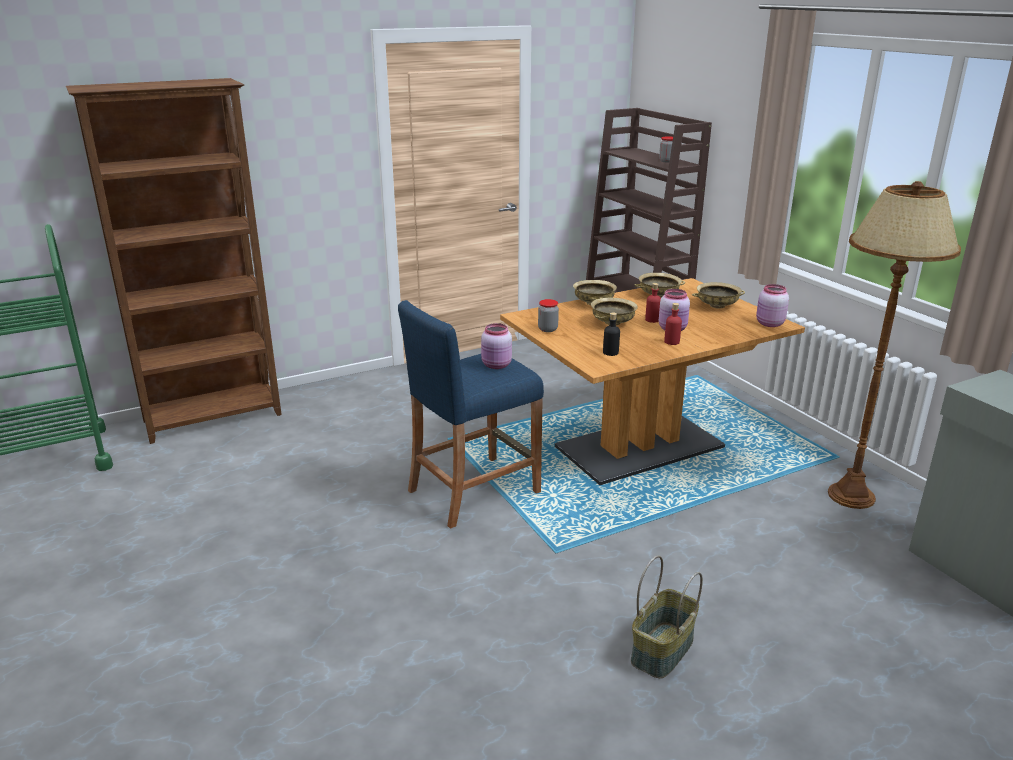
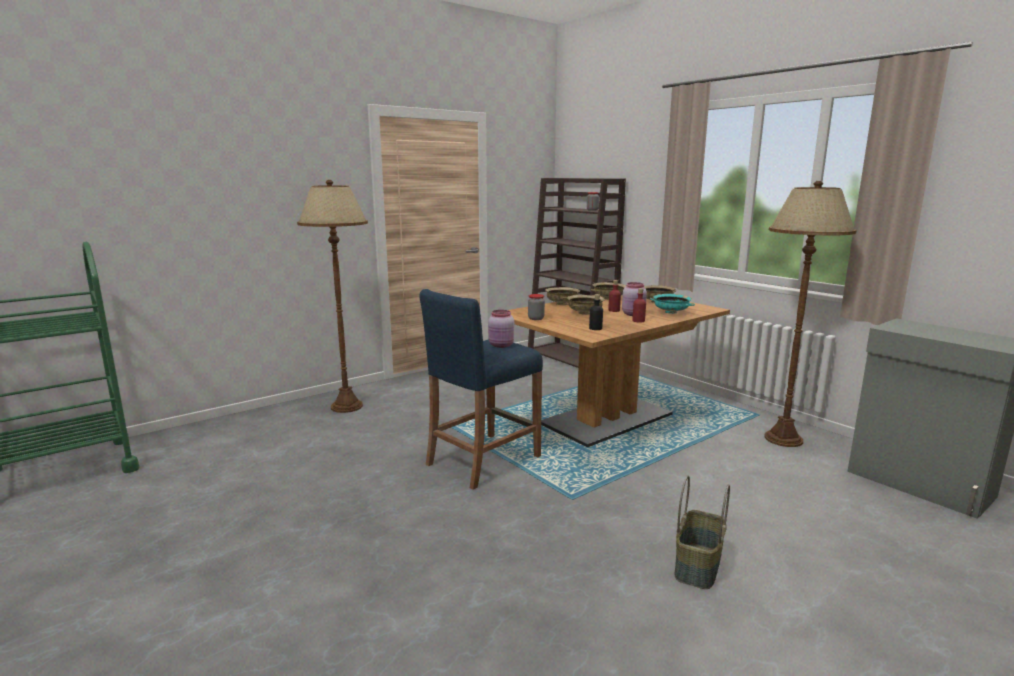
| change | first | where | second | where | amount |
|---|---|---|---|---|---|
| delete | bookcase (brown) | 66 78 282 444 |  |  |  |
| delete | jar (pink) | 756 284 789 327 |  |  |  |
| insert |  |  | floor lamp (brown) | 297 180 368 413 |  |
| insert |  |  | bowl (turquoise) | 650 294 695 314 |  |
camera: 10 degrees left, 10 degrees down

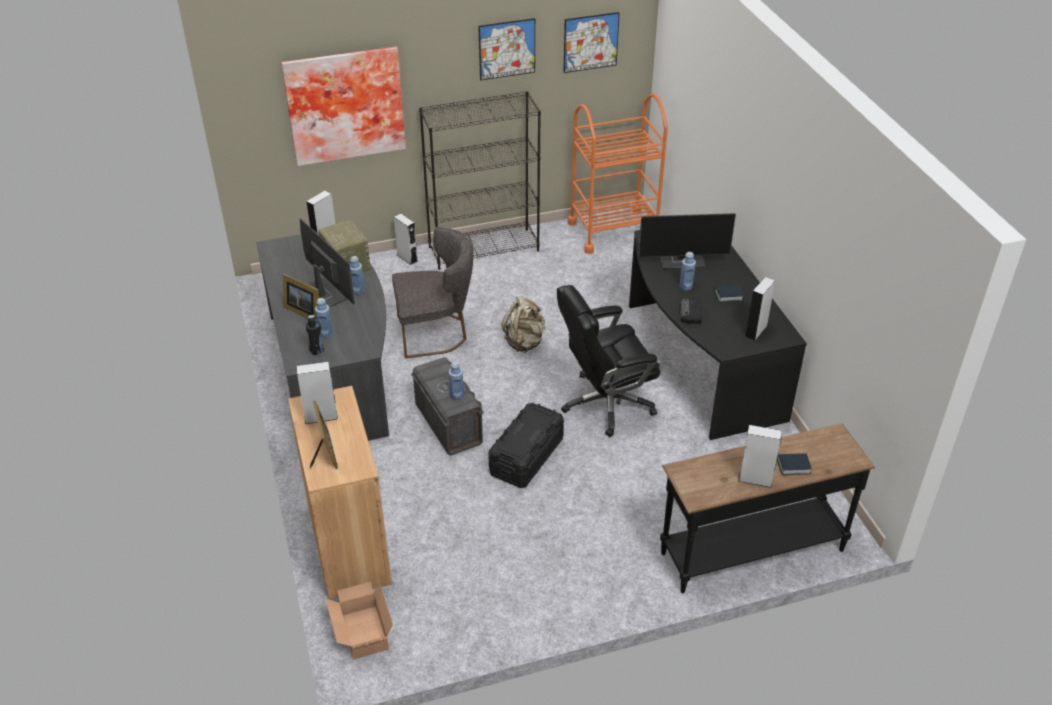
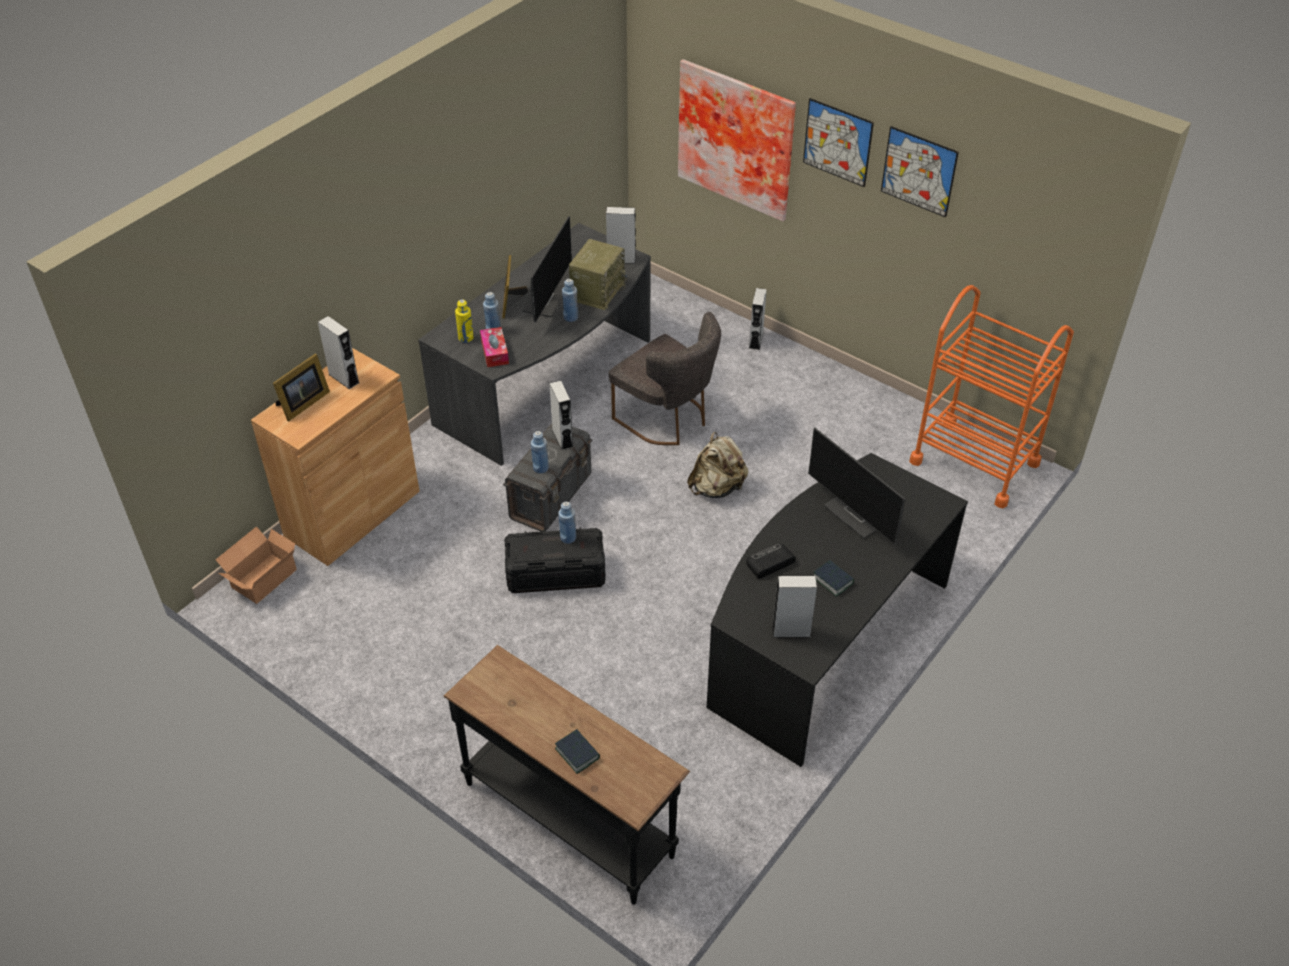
| change | first | where | second | where | amount |
|---|---|---|---|---|---|
| move | picture | 563 12 620 73 |  | 803 98 874 187 |  |
| delete | bookcase (black) | 419 91 541 270 |  |  |  |
| move | bottle (blue) | 680 252 696 290 |  | 558 502 576 544 |  |
| delete | office chair (black) | 557 285 660 437 |  |  |  |
| recolor | bottle (black) | 306 315 324 355 | bottle (yellow) | 455 299 474 343 |  |
| move | speaker (grey) | 738 425 782 488 |  | 549 381 573 450 |  |
| insert |  |  | tissue box | 480 327 509 367 |  |
camera: 55 degrees right, 5 degrees up

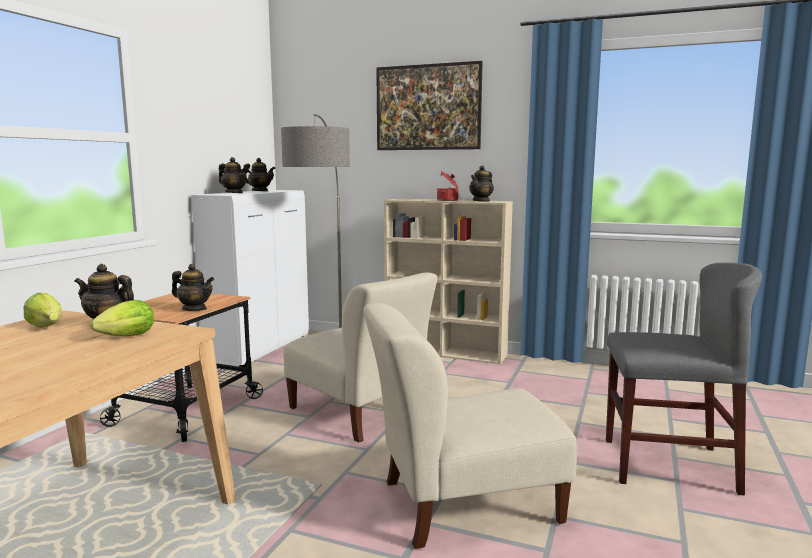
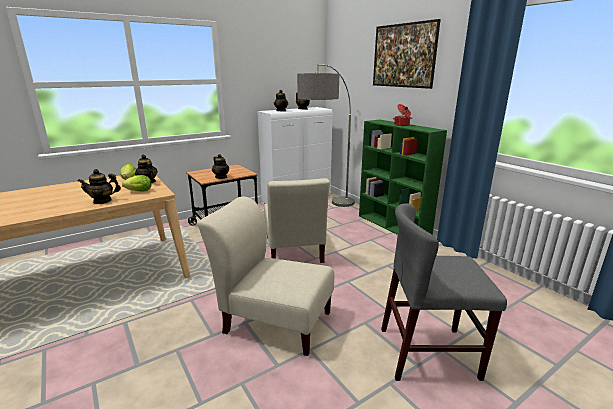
| change | first | where | second | where | amount |
|---|---|---|---|---|---|
| move | teapot | 469 165 494 202 |  | 78 169 121 204 |  |
| recolor | bookcase (beige) | 384 199 513 364 | bookcase (green) | 359 120 447 235 |  |
| rotate | chair (grey) | 606 262 762 495 |  | 381 204 507 381 | 135 degrees clockwise |
camera: 35 degrees right, 10 degrees up

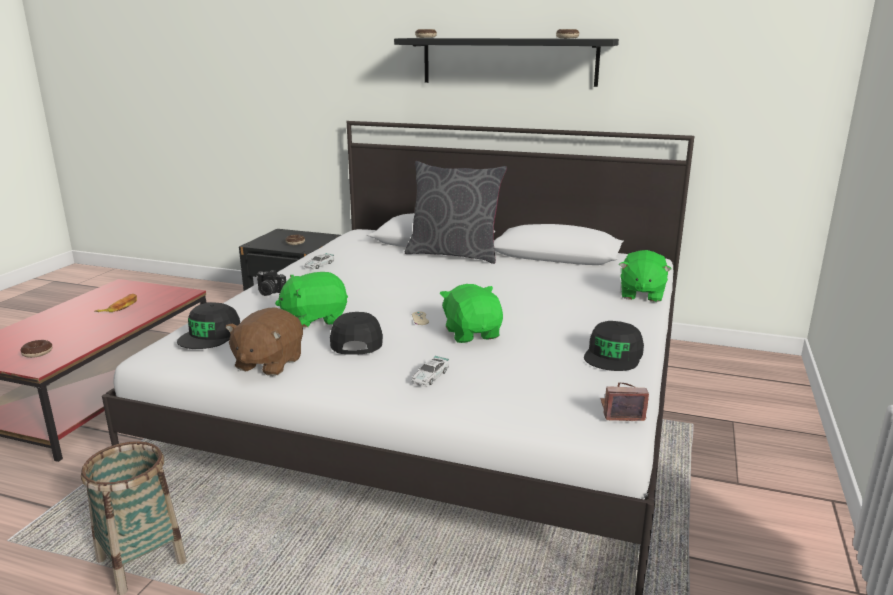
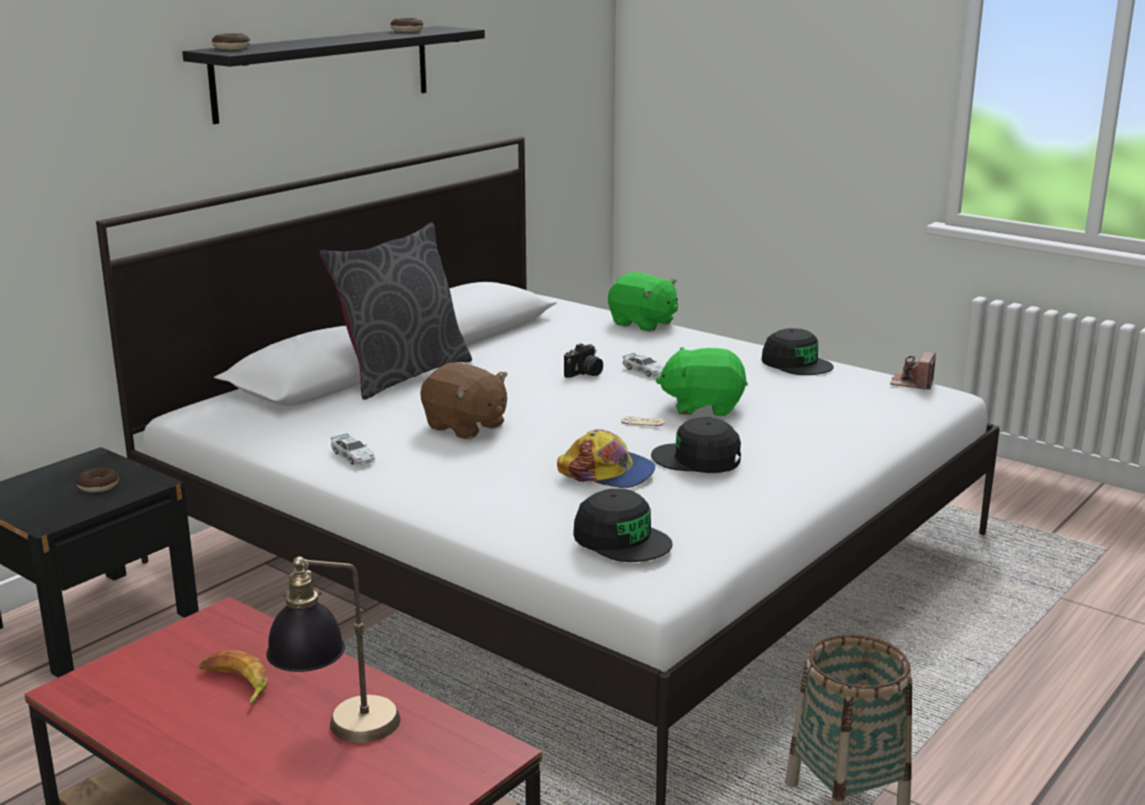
| change | first | where | second | where | amount |
|---|---|---|---|---|---|
| move | photo camera | 256 270 286 296 |  | 564 343 603 378 |  |
| replace | plush toy (green) | 275 272 348 328 | cap | 557 430 655 488 |  |
| move | plush toy (brown) | 225 307 303 376 |  | 420 363 508 439 |  |
| delete | donut | 20 340 52 358 |  |  |  |
| move | toy car | 411 356 449 387 |  | 622 353 664 377 |  |
| insert |  |  | table lamp | 266 556 400 743 |  |
camera: 70 degrees left, 0 degrees up

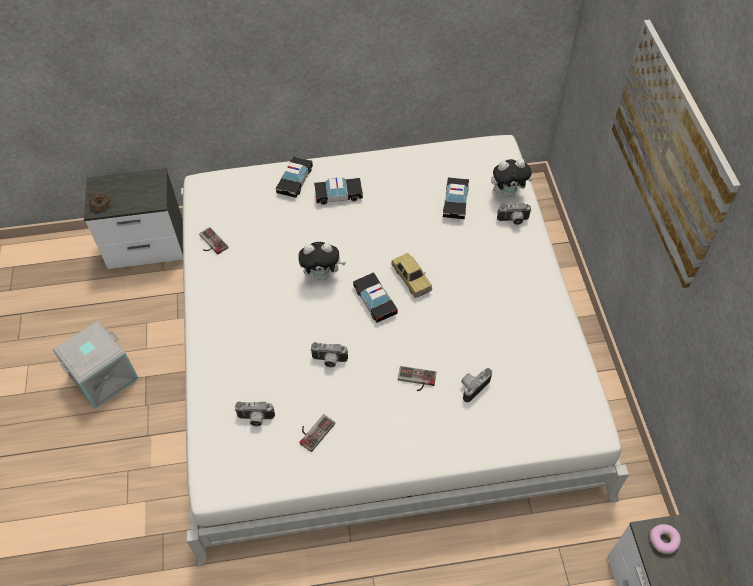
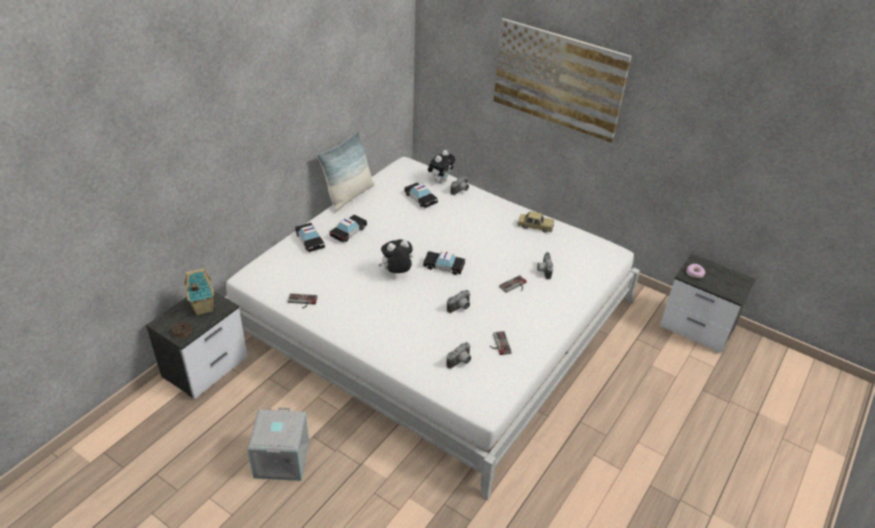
| change | first | where | second | where | amount |
|---|---|---|---|---|---|
| rotate | plush toy | 298 242 346 280 |  | 378 239 413 273 | 150 degrees counterclockwise |
| move | toy car | 391 253 432 298 |  | 517 211 554 233 |  |
| insert |  |  | pillow | 317 131 375 212 |  |
| insert |  |  | toy house | 184 268 214 315 |  |
camera: 50 degrees left, 15 degrees down

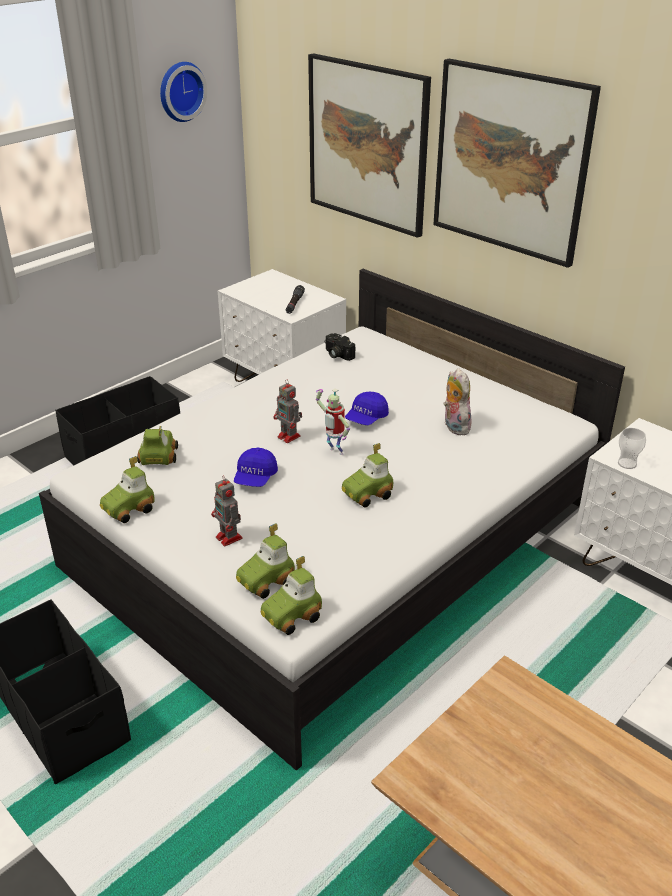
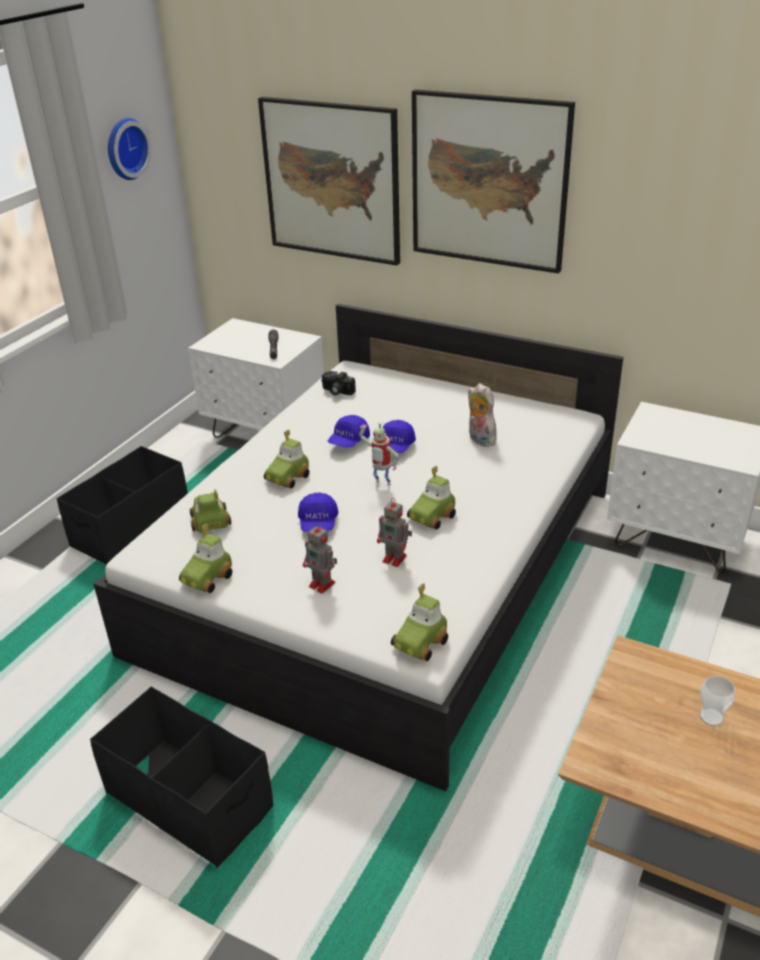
| change | first | where | second | where | amount |
|---|---|---|---|---|---|
| move | toy robot | 274 379 302 443 |  | 377 498 412 567 |  |
| move | cup | 618 428 646 469 |  | 700 676 735 726 |  |
| move | toy car | 236 523 295 599 |  | 264 429 310 488 |  |
| insert |  |  | cap (blue) | 328 415 370 448 |  |
camera: 15 degrees left, 0 degrees up

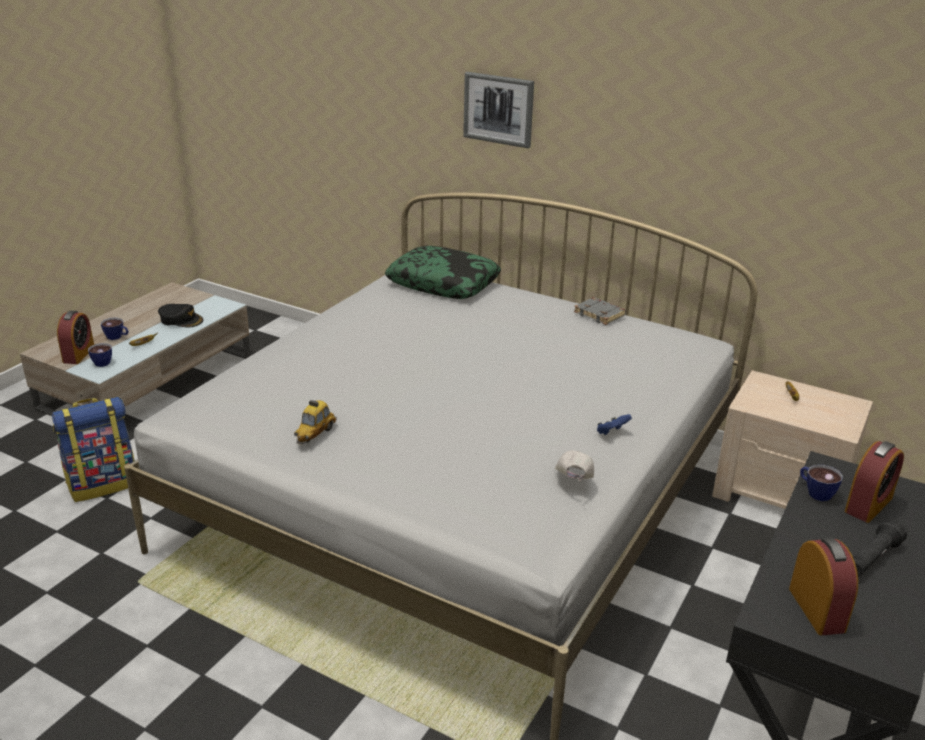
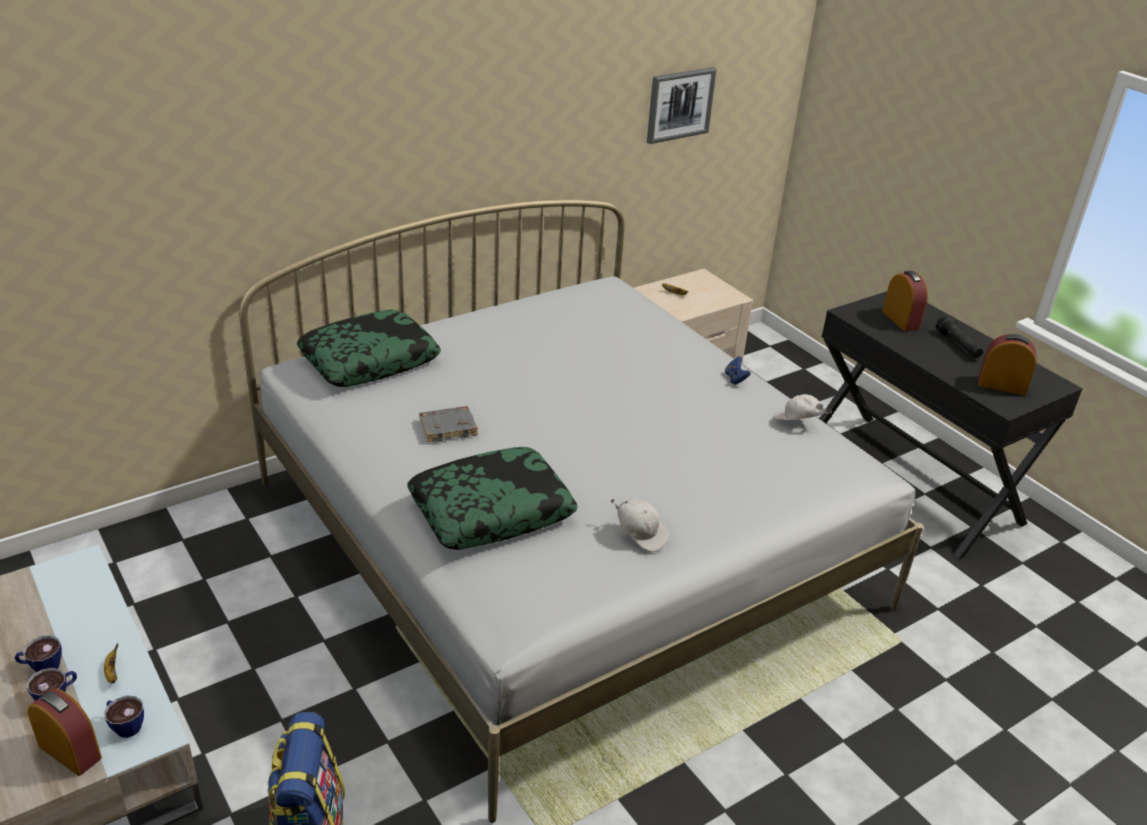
| change | first | where | second | where | amount |
|---|---|---|---|---|---|
| move | picture | 463 72 534 148 |  | 647 67 717 144 |  |
| move | book (grey) | 574 297 626 325 |  | 419 406 478 442 |  |
| delete | cap (black) | 158 304 203 327 |  |  |  |
| replace | toy car | 294 400 337 445 | cap (white) | 610 499 669 552 |  |
| move | cup | 800 465 843 501 |  | 14 635 62 672 |  |
| insert |  |  | pillow | 407 447 578 550 |  |
camera: 65 degrees left, 5 degrees up

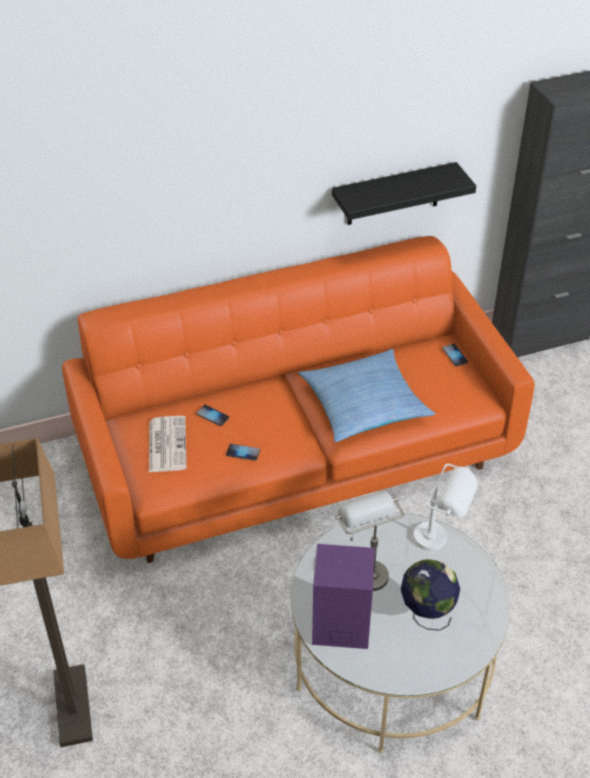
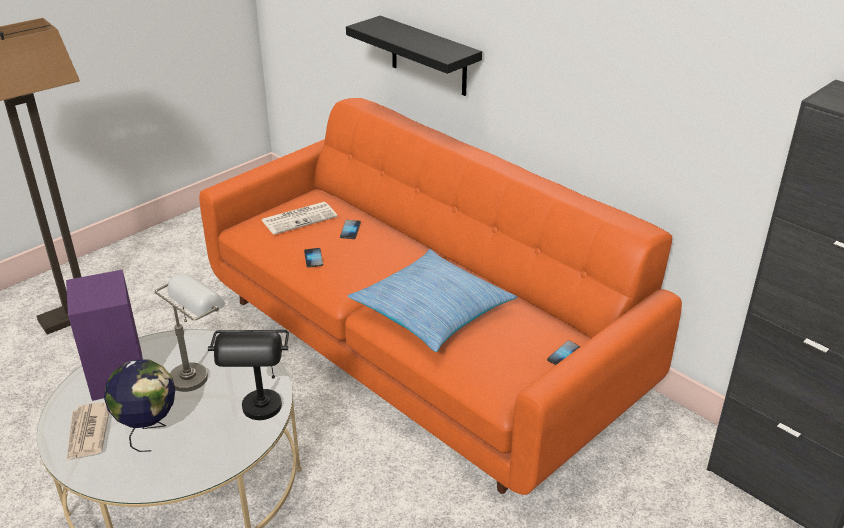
| change | first | where | second | where | amount |
|---|---|---|---|---|---|
| move | shelf (black) | 332 162 476 225 |  | 346 16 482 96 |  |
| recolor | table lamp (white) | 413 464 478 551 | table lamp (black) | 208 330 289 420 |  |
| insert |  |  | newspaper | 67 402 109 460 |  |
camera: 65 degrees right, 10 degrees down

